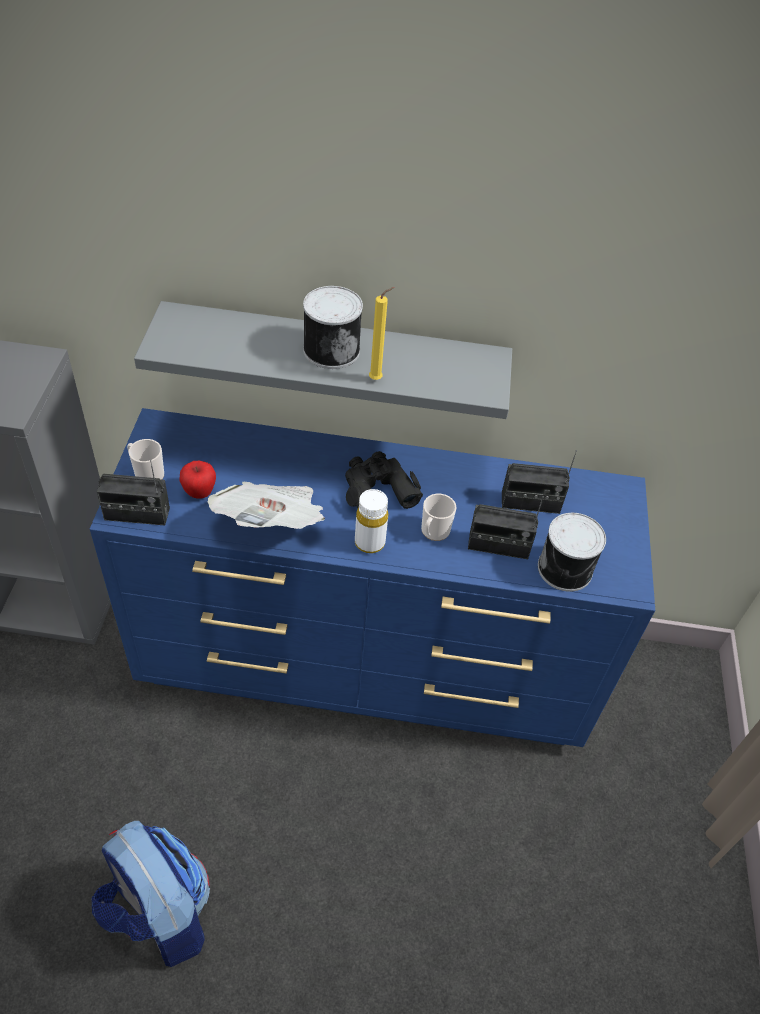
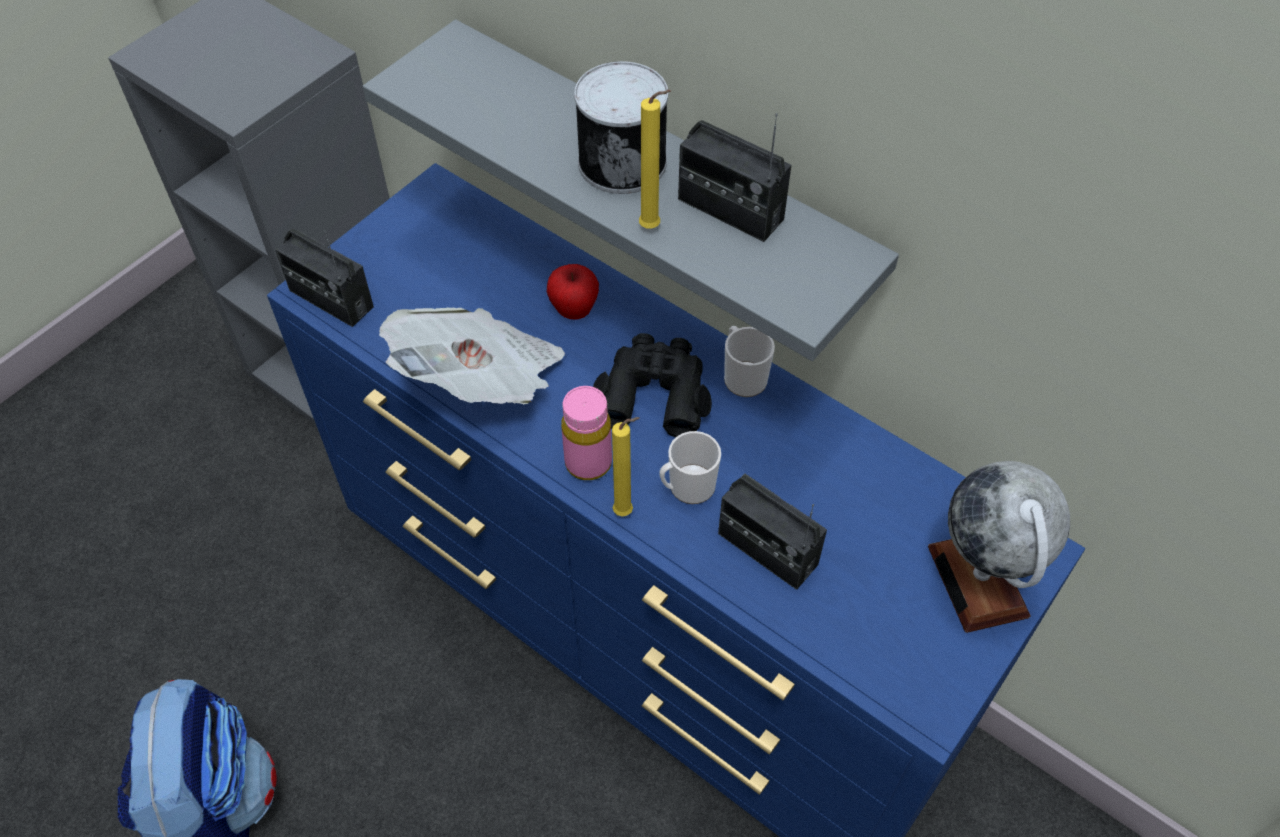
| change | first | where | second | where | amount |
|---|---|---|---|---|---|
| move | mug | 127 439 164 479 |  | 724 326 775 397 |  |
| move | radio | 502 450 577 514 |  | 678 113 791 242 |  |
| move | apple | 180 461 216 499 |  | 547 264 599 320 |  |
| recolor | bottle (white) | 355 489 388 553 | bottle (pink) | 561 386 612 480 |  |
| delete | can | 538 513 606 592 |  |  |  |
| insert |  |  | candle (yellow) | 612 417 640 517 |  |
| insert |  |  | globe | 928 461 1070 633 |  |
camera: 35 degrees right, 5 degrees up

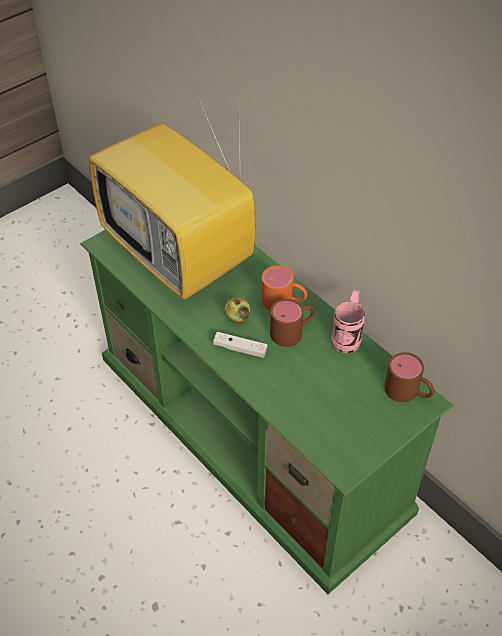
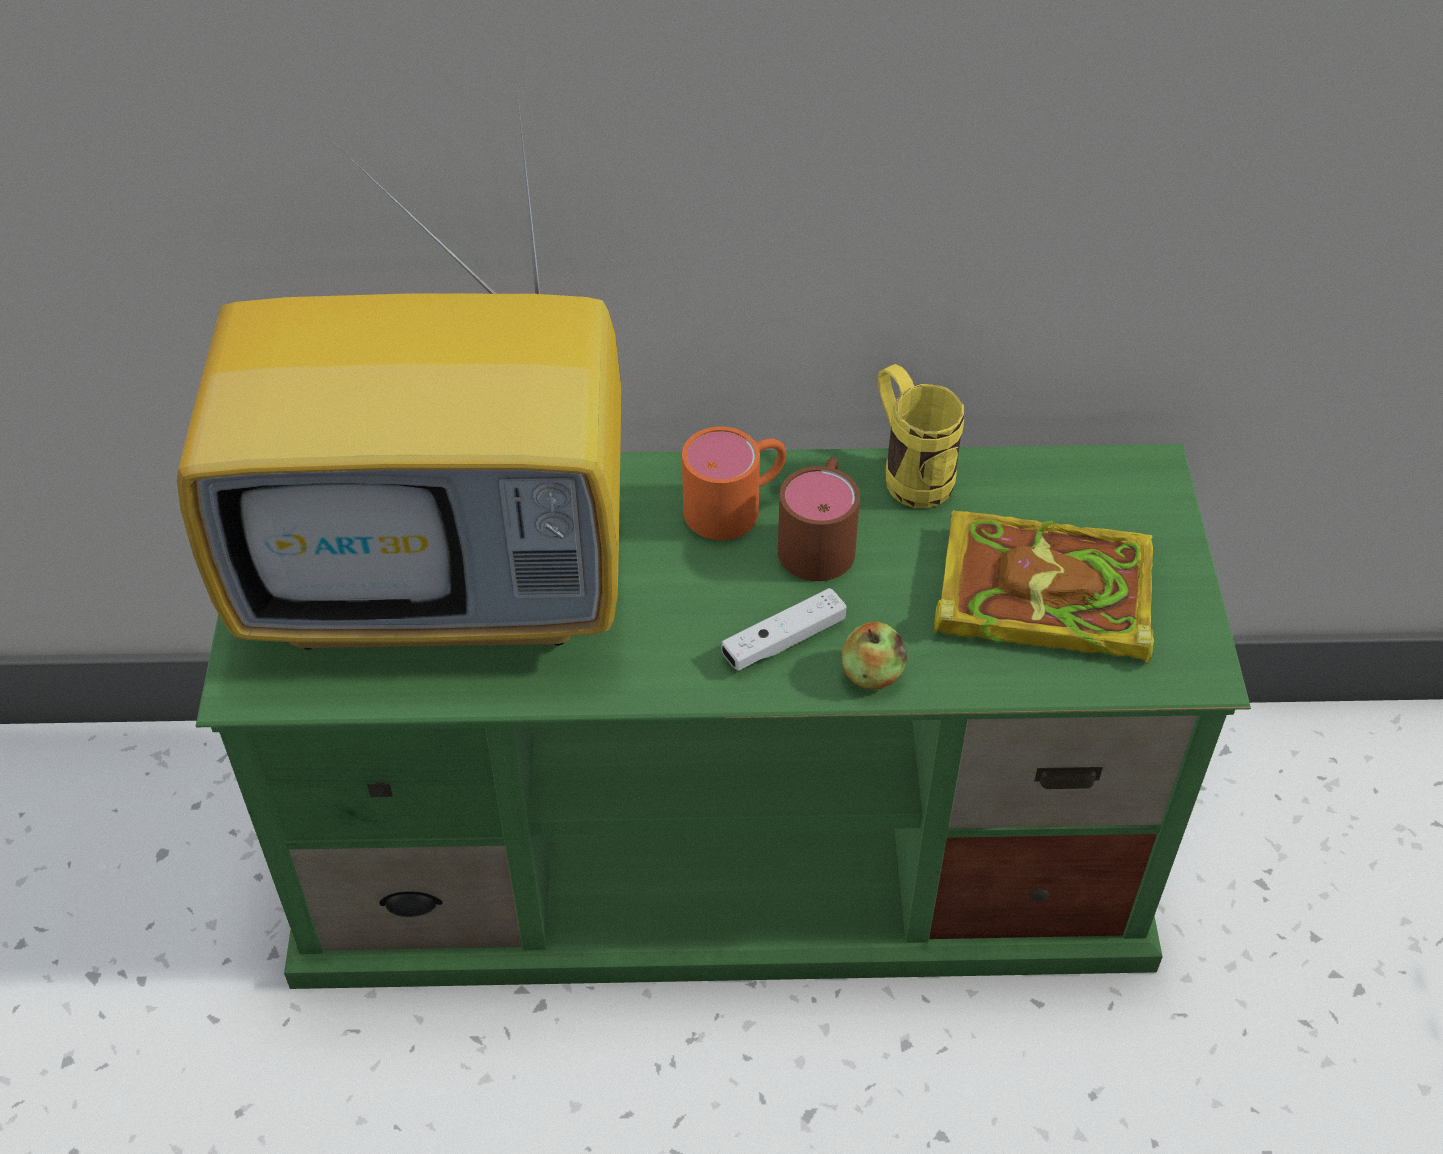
| change | first | where | second | where | amount |
|---|---|---|---|---|---|
| recolor | mug (pink) | 331 290 365 353 | mug (yellow) | 878 364 964 508 |  |
| move | apple | 225 297 250 323 |  | 841 622 907 690 |  |
| delete | mug (brown) | 384 352 434 402 |  |  |  |
| insert |  |  | book | 934 510 1154 664 |  |
camera: 50 degrees left, 0 degrees up

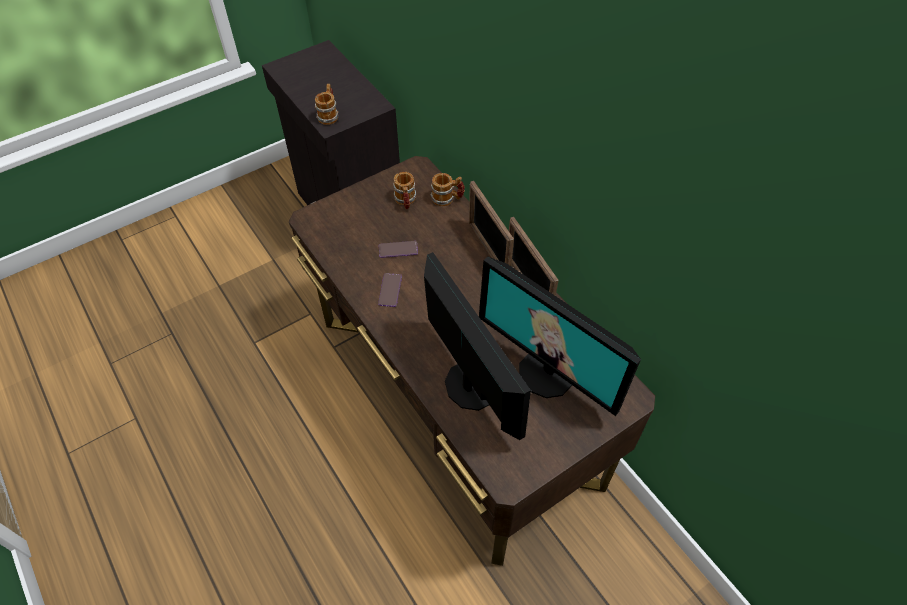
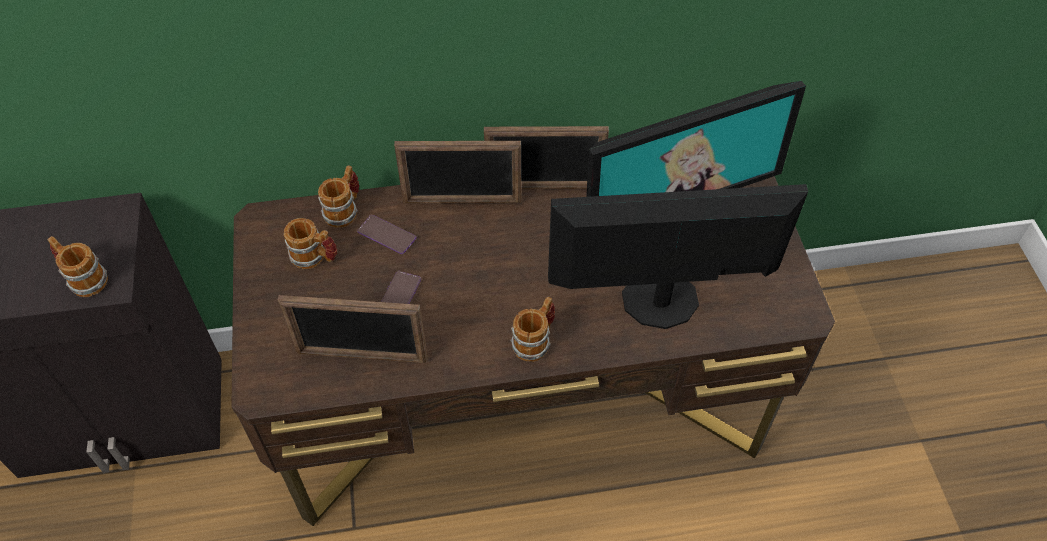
| change | first | where | second | where | amount |
|---|---|---|---|---|---|
| move | phone | 378 273 402 307 |  | 357 215 416 254 |  |
| insert |  |  | picture frame | 278 295 428 363 |  |
| insert |  |  | mug | 510 297 555 362 |  |
camera: 65 degrees left, 0 degrees up

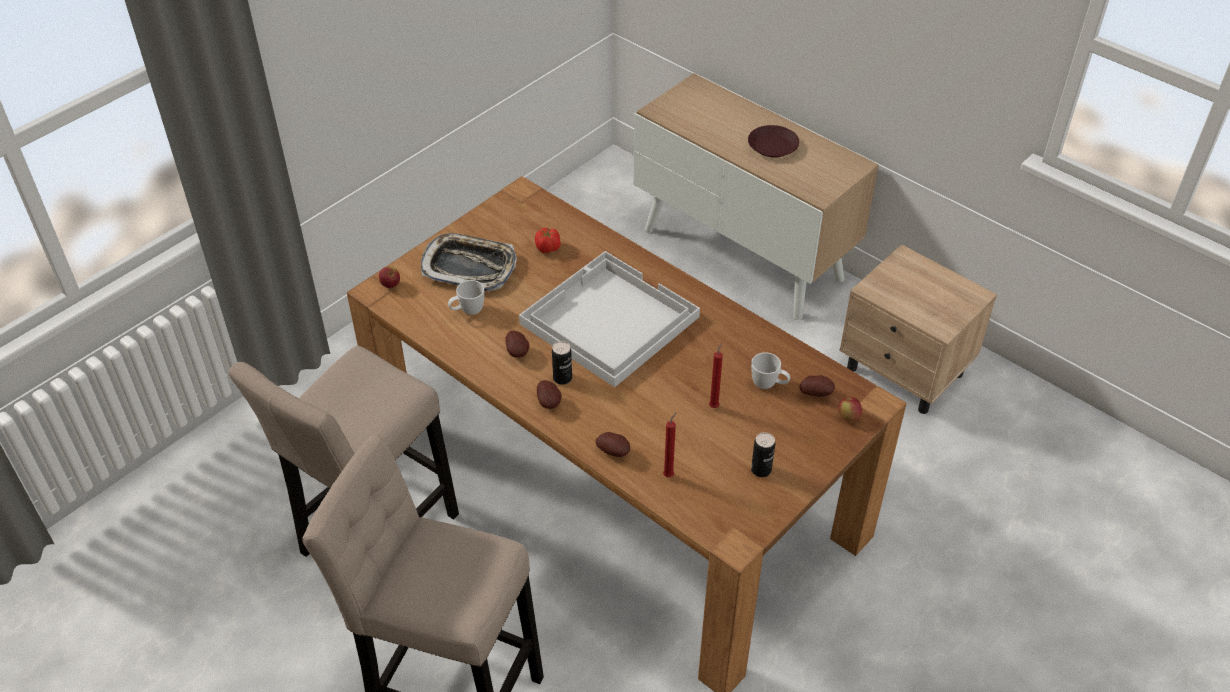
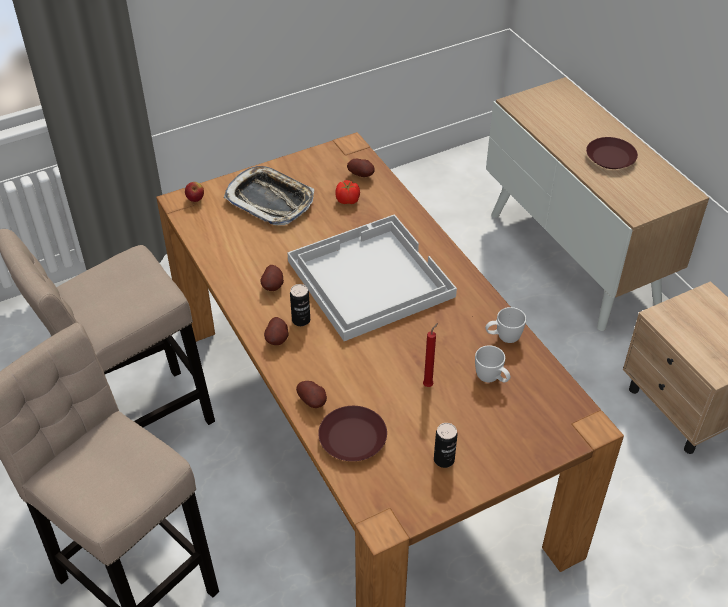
| change | first | where | second | where | amount |
|---|---|---|---|---|---|
| move | mug (white) | 448 280 484 315 |  | 485 307 526 343 |  |
| move | potato | 799 375 835 397 |  | 347 159 375 177 |  |
| delete | apple | 839 397 862 421 |  |  |  |
| replace | candle (red) | 663 412 676 477 | plate (brown) | 318 406 387 461 |  |
camera: 20 degrees right, 0 degrees up

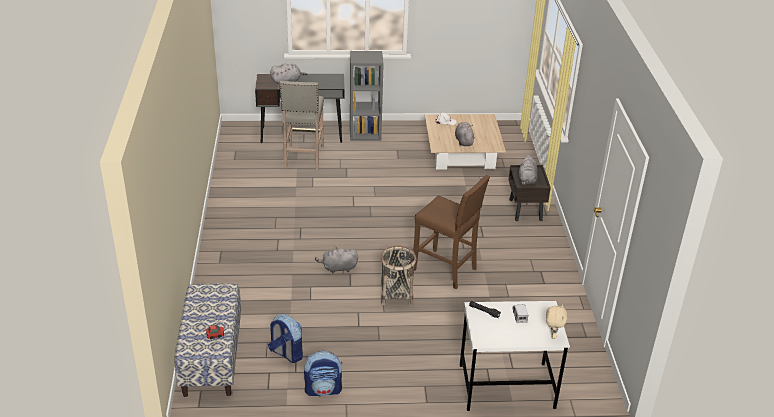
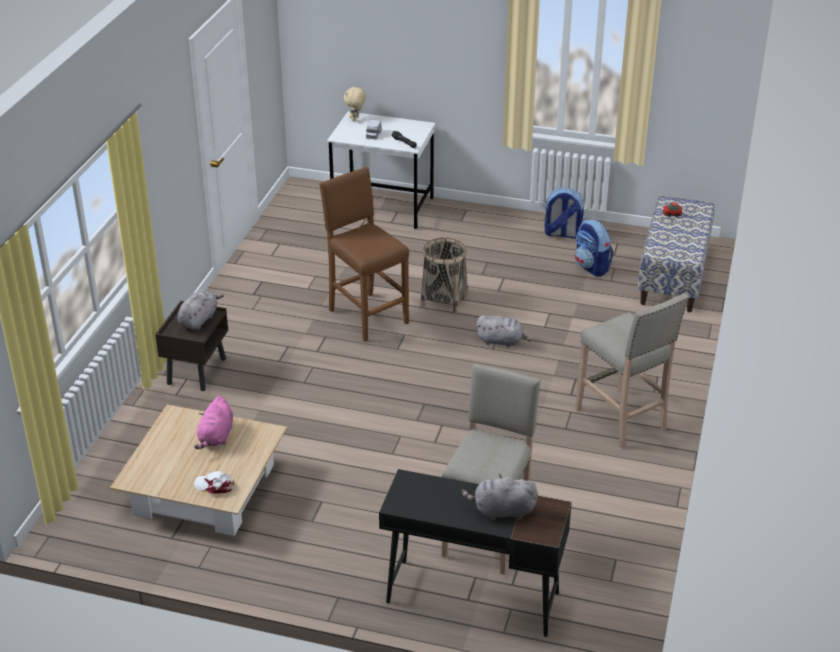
| change | first | where | second | where | amount |
|---|---|---|---|---|---|
| delete | bookcase (grey) | 350 51 384 141 |  |  |  |
| recolor | plush toy (grey) | 455 122 475 146 | plush toy (pink) | 194 396 233 449 |  |
| insert |  |  | stool (beige) | 575 293 689 449 |  |
camera: 160 degrees left, 0 degrees up

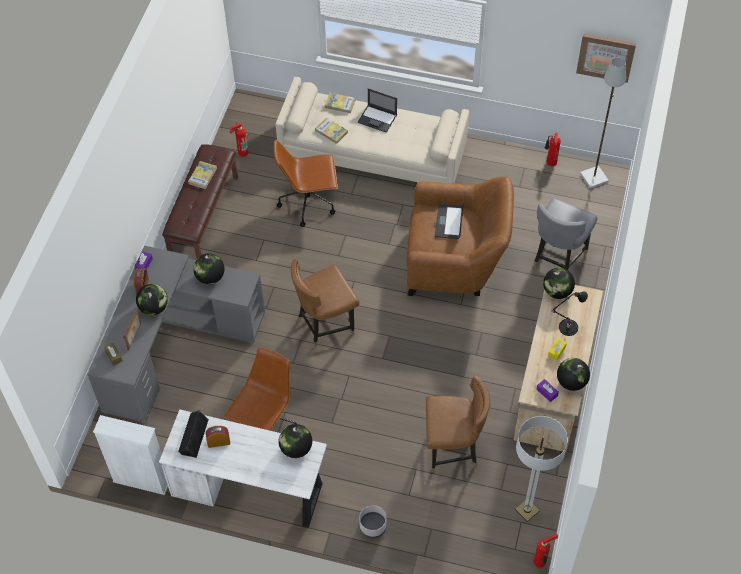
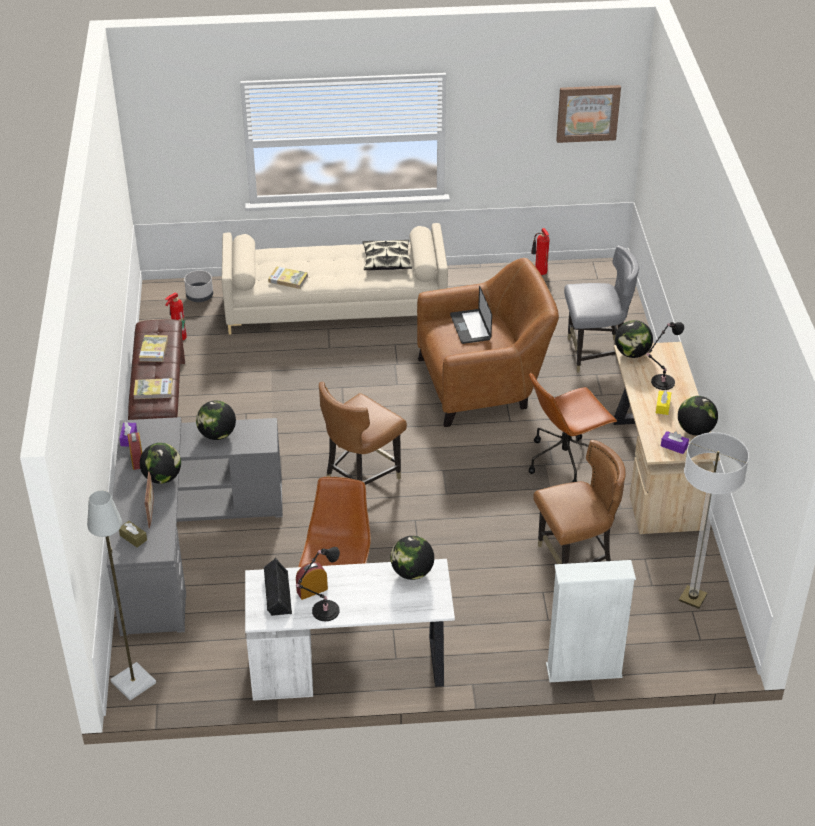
| change | first | where | second | where | amount |
|---|---|---|---|---|---|
| move | floor lamp (grey) | 580 57 626 189 |  | 87 490 156 700 |  |
| delete | laptop | 358 88 397 133 |  |  |  |
| move | book | 324 93 356 113 |  | 134 378 173 399 |  |
| move | office chair (brown) | 273 139 338 227 |  | 529 373 617 482 |  |
| rotate | chair (grey) | 533 198 598 270 |  | 564 245 639 373 | 105 degrees counterclockwise |
| move | bookcase (white) | 93 415 168 495 |  | 546 560 636 682 |  |
| move | planter (grey) | 359 505 387 538 |  | 184 270 213 302 |  |
| delete | fire extinguisher | 534 534 558 567 |  |  |  |
| insert |  |  | pillow | 362 240 412 270 |  |
| insert |  |  | table lamp (black) | 296 547 340 621 |  |
camera: 20 degrees left, 15 degrees down

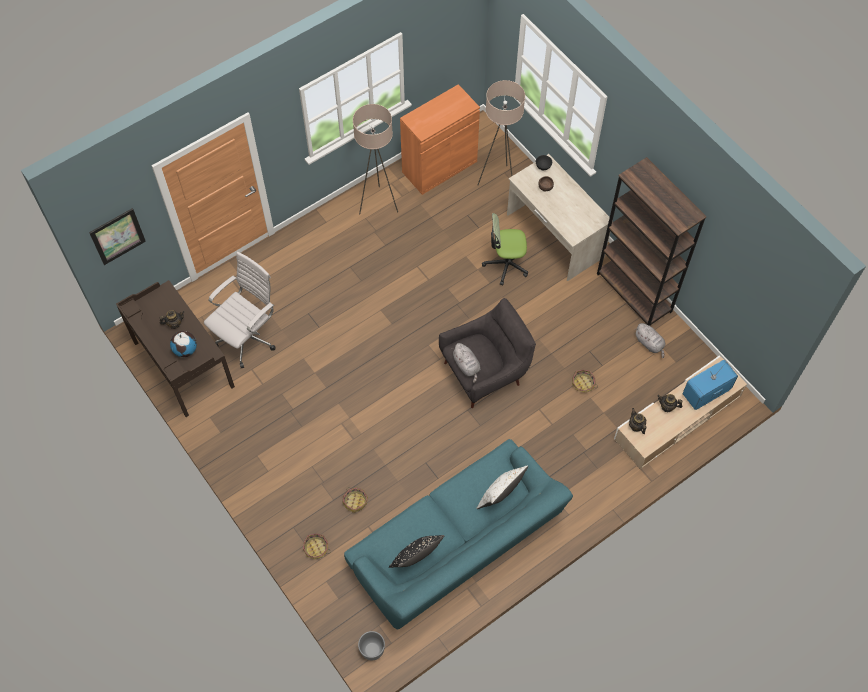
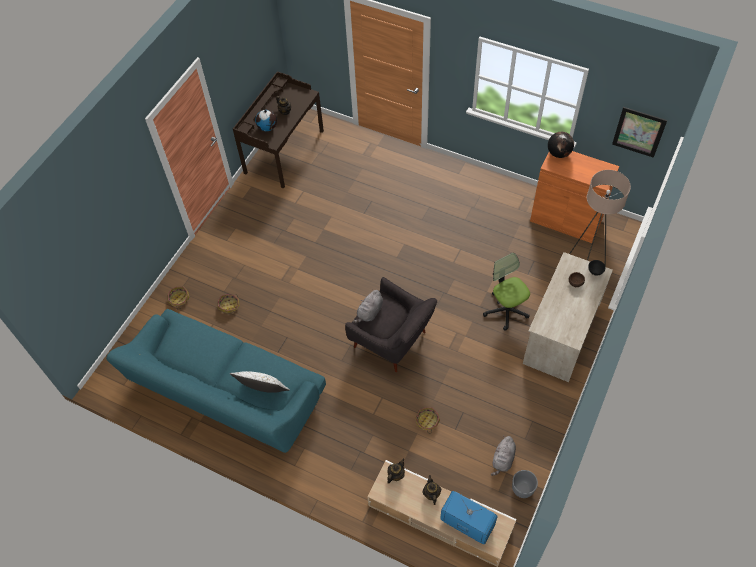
| change | first | where | second | where | amount |
|---|---|---|---|---|---|
| delete | floor lamp (beige) | 353 104 398 215 |  |  |  |
| delete | bookcase (brown) | 597 157 706 326 |  |  |  |
| move | picture | 89 208 146 265 |  | 612 107 667 158 |  |
| delete | office chair (white) | 204 252 276 368 |  |  |  |
| delete | pillow (black) | 389 535 445 568 |  |  |  |
| move | planter (grey) | 358 631 385 661 |  | 512 470 538 498 |  |
| insert |  |  | globe | 548 132 574 158 |  |
camera: 65 degrees right, 5 degrees down

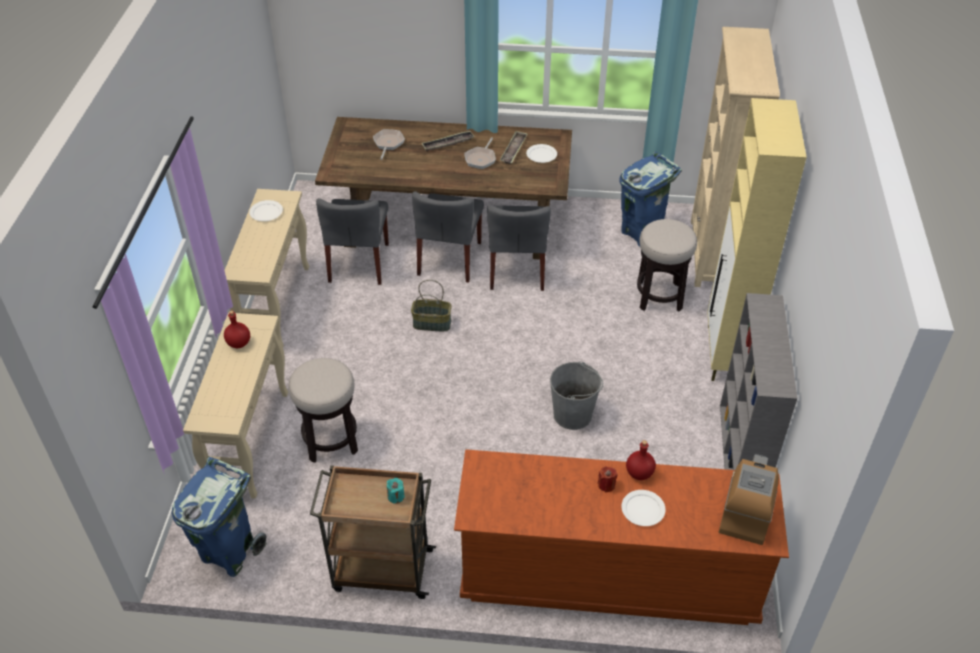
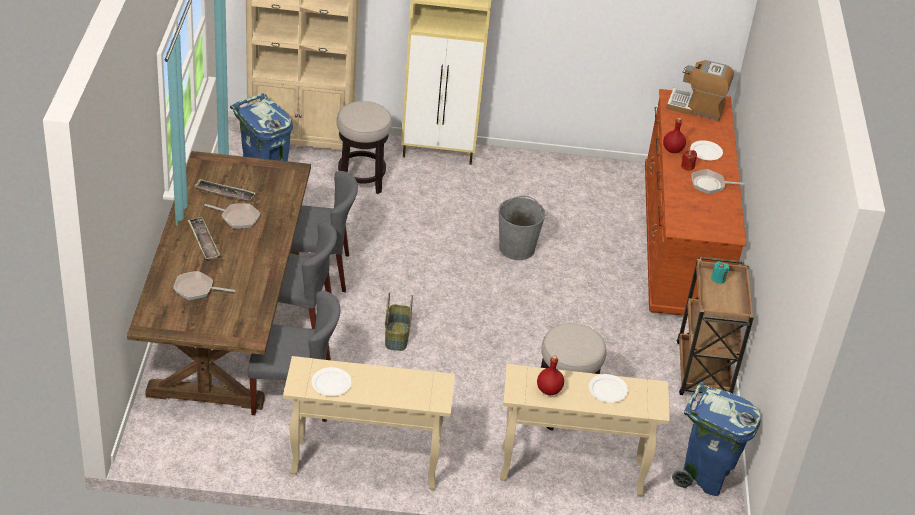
| change | first | where | second | where | amount |
|---|---|---|---|---|---|
| move | plate (white) | 526 144 557 163 |  | 589 374 628 403 |  |
| delete | bookcase (grey) | 720 293 797 470 |  |  |  |
| insert |  |  | frying pan | 692 169 746 194 |  |
camera: 95 degrees left, 5 degrees down

